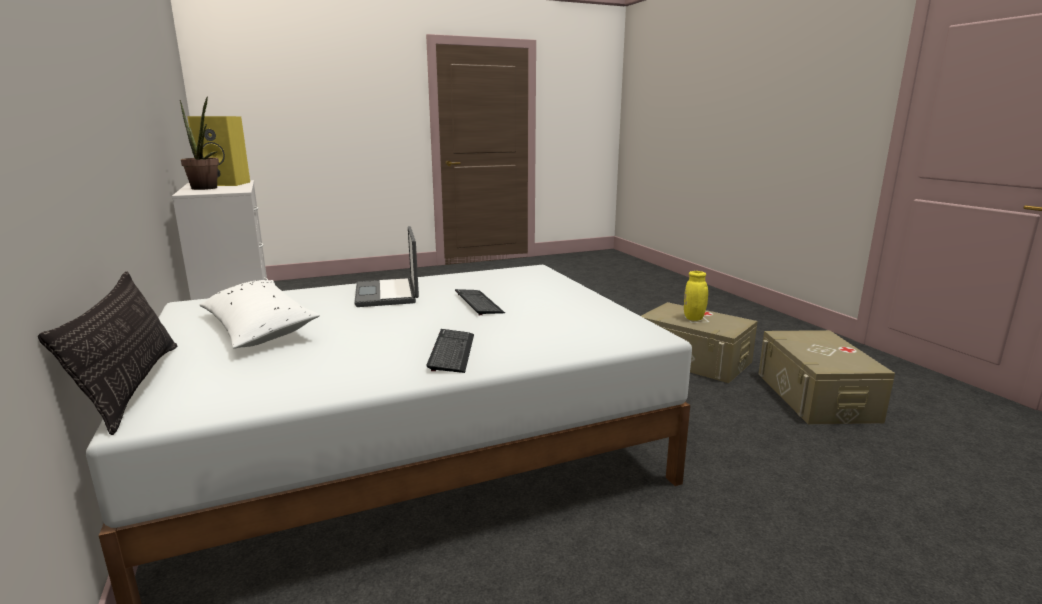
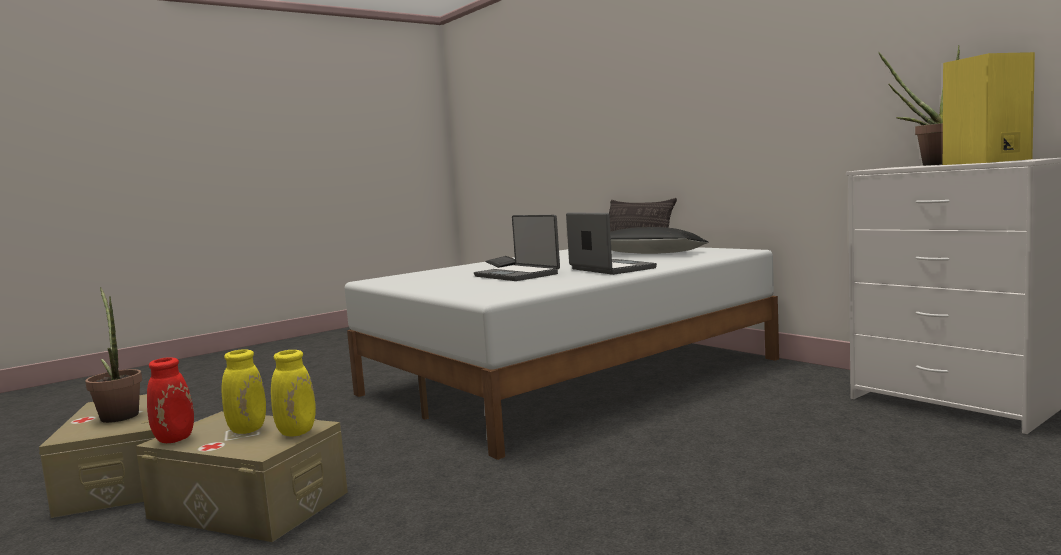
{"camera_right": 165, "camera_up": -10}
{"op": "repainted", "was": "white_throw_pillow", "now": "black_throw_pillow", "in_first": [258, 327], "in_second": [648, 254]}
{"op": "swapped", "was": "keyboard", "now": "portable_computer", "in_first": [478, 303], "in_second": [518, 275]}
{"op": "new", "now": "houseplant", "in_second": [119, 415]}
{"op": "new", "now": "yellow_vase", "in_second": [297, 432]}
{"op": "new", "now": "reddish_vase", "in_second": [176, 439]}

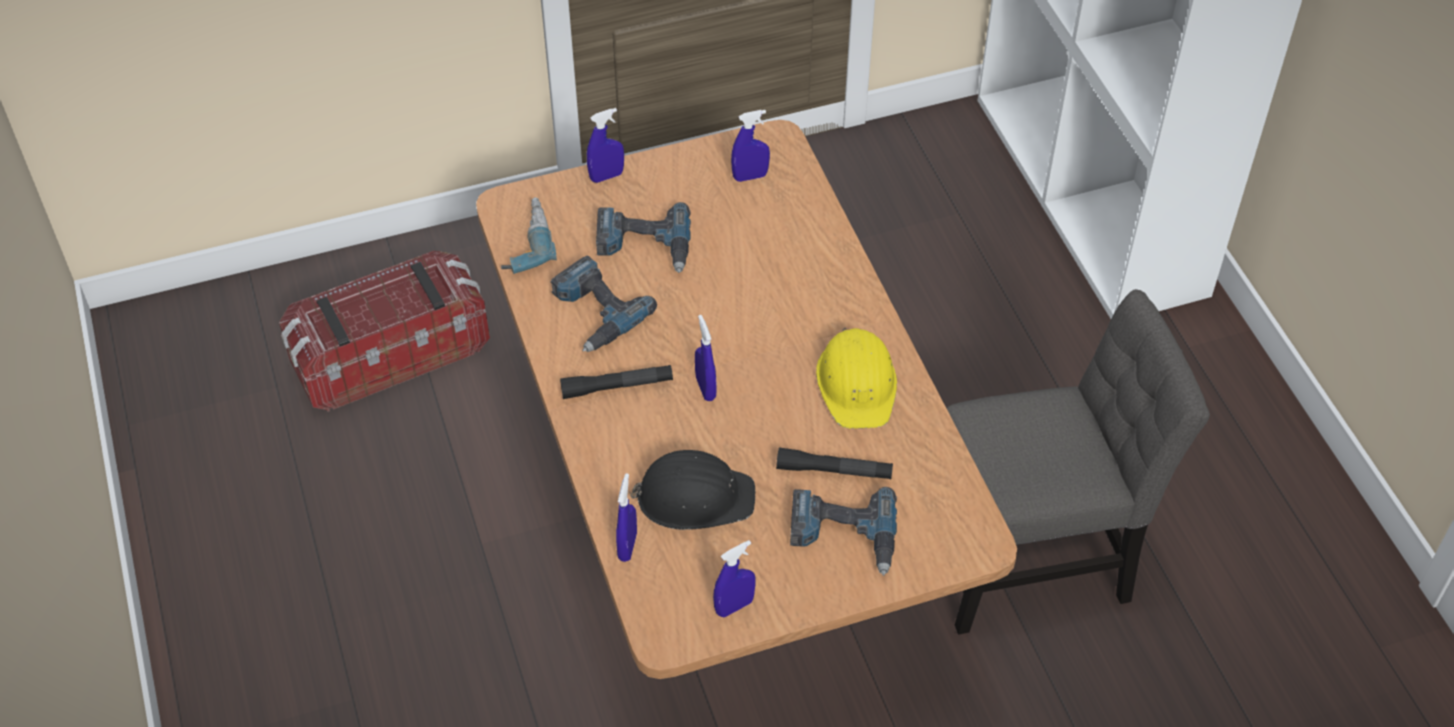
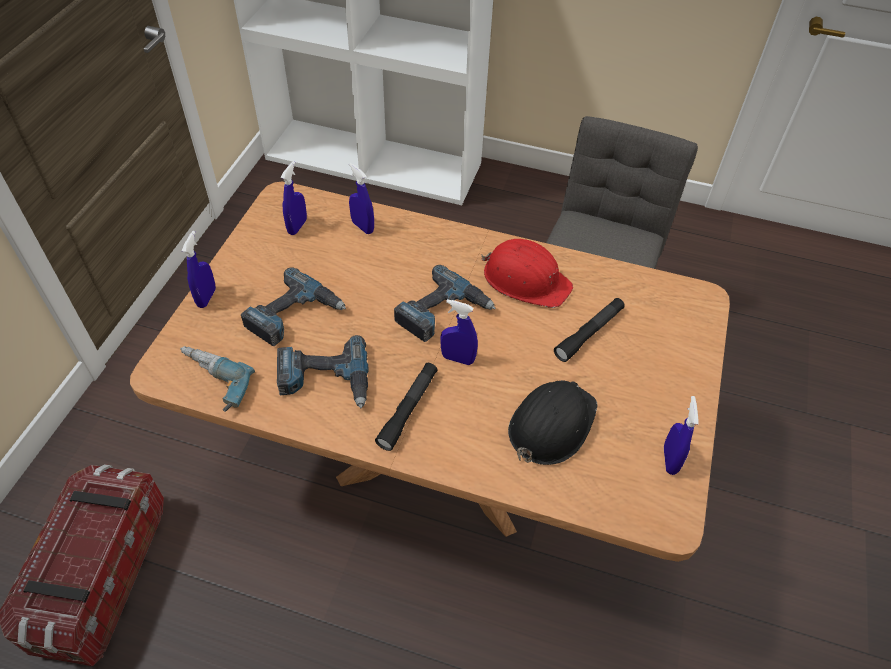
{"camera_right": -55, "camera_up": 0}
{"op": "repainted", "was": "yellow_work_helmet", "now": "reddish_work_helmet", "in_first": [857, 384], "in_second": [525, 279]}
{"op": "shifted", "was": "blue_hand_sprayer", "in_first": [627, 546], "in_second": [362, 227]}
{"op": "shifted", "was": "drill", "in_first": [843, 536], "in_second": [443, 312]}

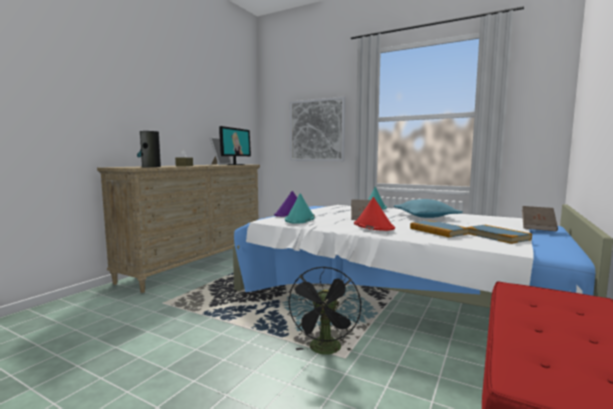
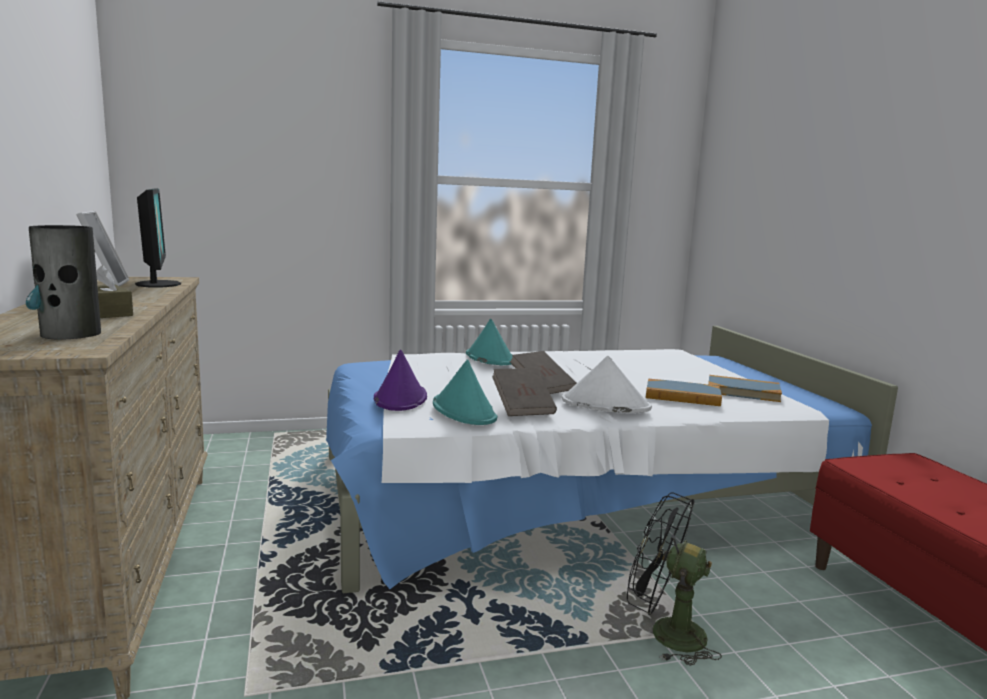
{"camera_right": -45, "camera_up": 5}
{"op": "gone", "was": "wall_art", "in_first": [317, 130]}
{"op": "repainted", "was": "reddish_wearable_hat", "now": "white_wearable_hat", "in_first": [373, 226], "in_second": [605, 404]}
{"op": "gone", "was": "blue-green_throw_pillow", "in_first": [425, 216]}
{"op": "shifted", "was": "brown-coloured_bound_book", "in_first": [538, 227], "in_second": [523, 407]}
{"op": "rotated", "was": "black_cooling_fan", "in_first": [325, 351], "in_second": [665, 633], "clockwise": 150}

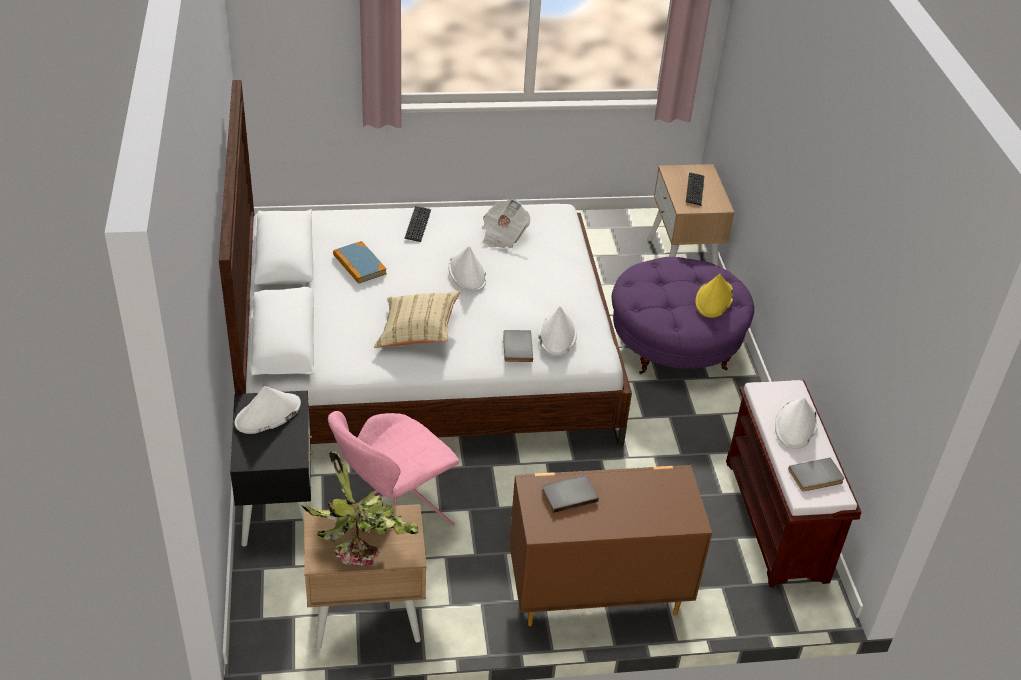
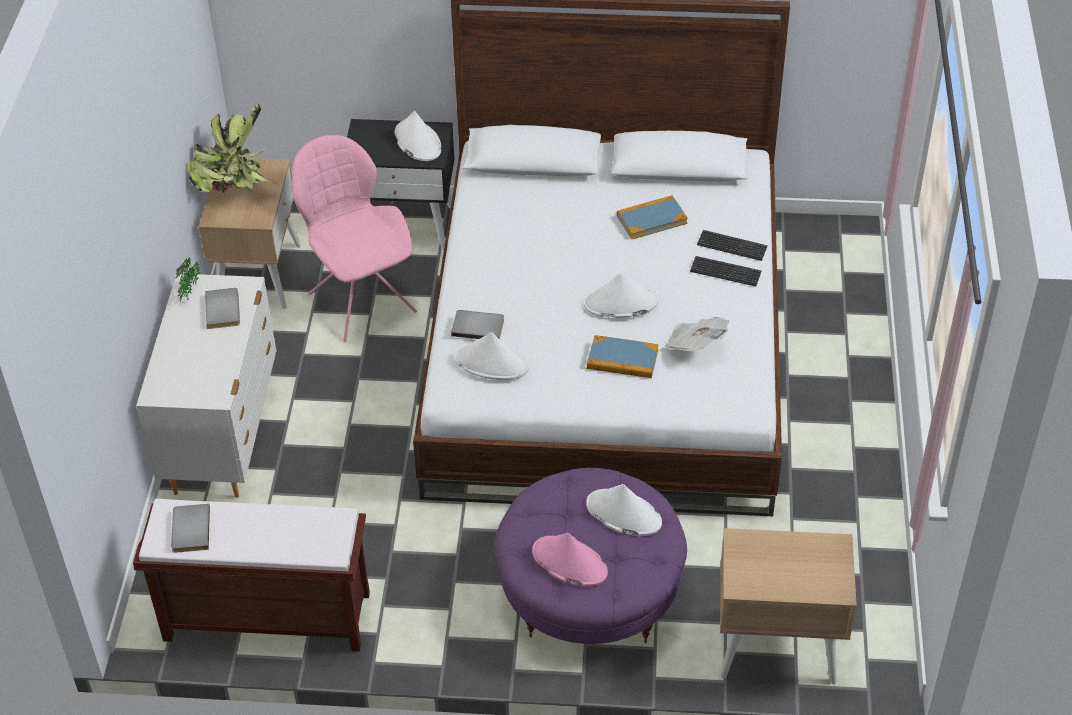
{"camera_right": 105, "camera_up": 5}
{"op": "shifted", "was": "keyboard", "in_first": [694, 190], "in_second": [732, 246]}
{"op": "repainted", "was": "yellow_wearable_hat", "now": "pink_wearable_hat", "in_first": [714, 299], "in_second": [569, 562]}
{"op": "gone", "was": "beige_throw_pillow", "in_first": [417, 331]}
{"op": "shifted", "was": "white_wearable_hat", "in_first": [795, 425], "in_second": [623, 513]}
{"op": "repainted", "was": "brown-coloured_drawer_chest", "now": "white_drawer_chest", "in_first": [595, 593], "in_second": [223, 436]}
{"op": "new", "now": "houseplant", "in_second": [188, 293]}
{"op": "new", "now": "bound_book", "in_second": [622, 359]}

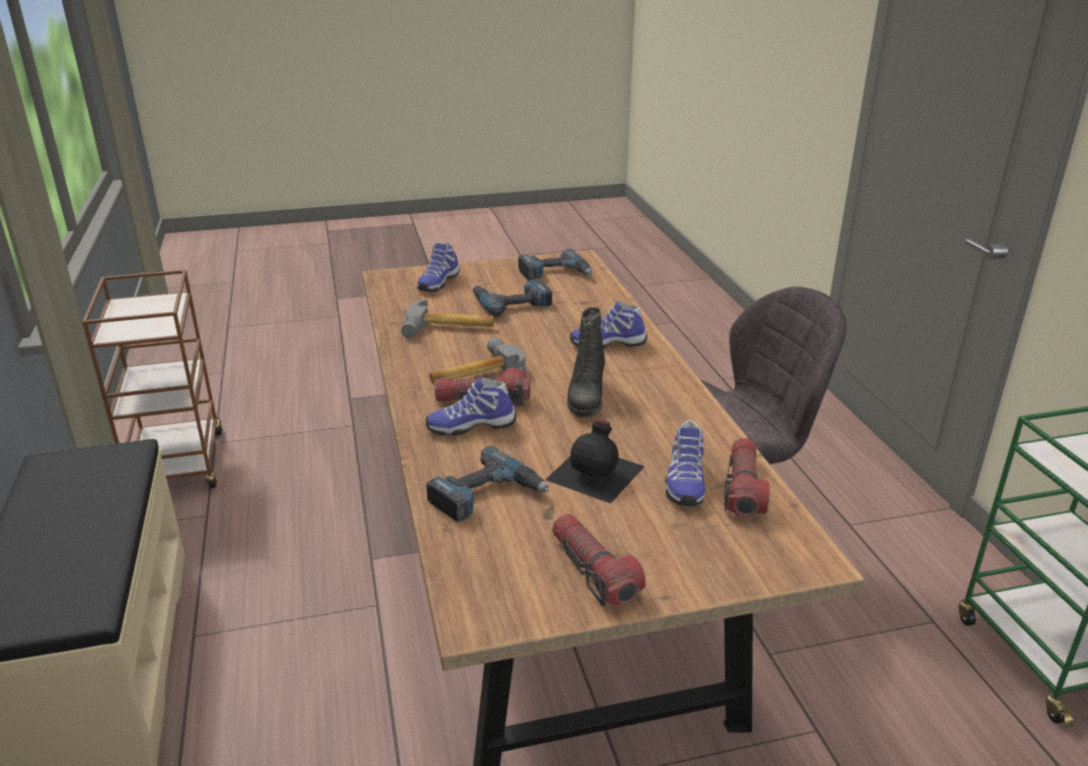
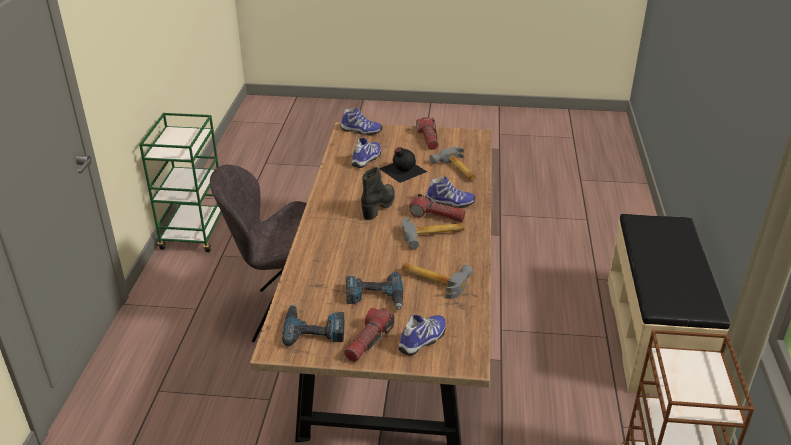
{"camera_right": -160, "camera_up": 5}
{"op": "shifted", "was": "item_of_footwear", "in_first": [608, 343], "in_second": [361, 131]}
{"op": "shifted", "was": "torch", "in_first": [743, 489], "in_second": [369, 341]}
{"op": "swapped", "was": "drill", "now": "hammer", "in_first": [487, 496], "in_second": [456, 170]}

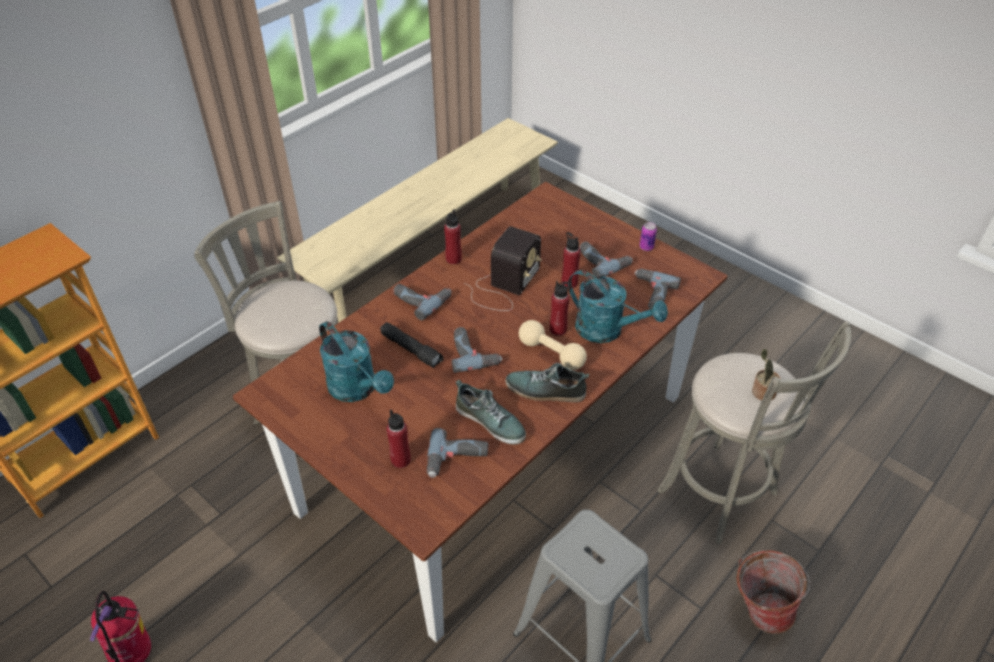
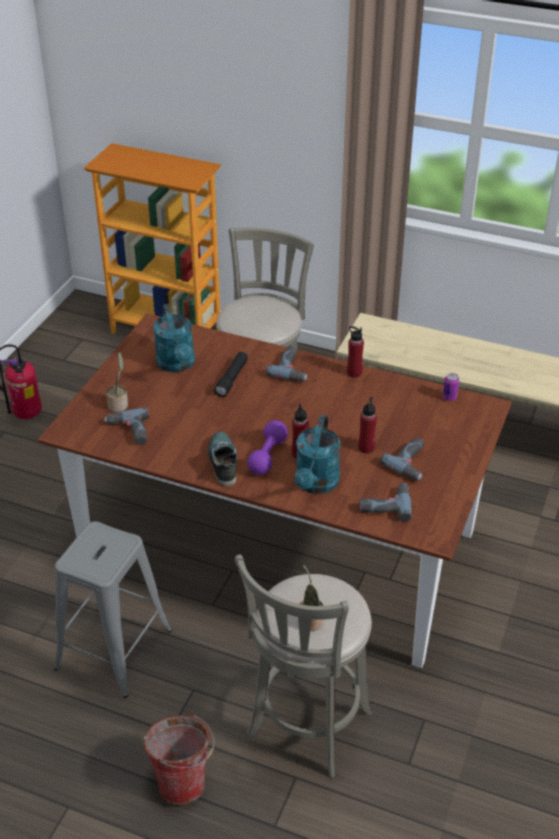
{"camera_right": 70, "camera_up": -5}
{"op": "shifted", "was": "can", "in_first": [646, 247], "in_second": [449, 397]}
{"op": "gone", "was": "radio", "in_first": [504, 286]}
{"op": "repainted", "was": "beige_free_weight", "now": "purple_free_weight", "in_first": [551, 353], "in_second": [267, 456]}
{"op": "rotated", "was": "blue-green_sprinkling_can", "in_first": [358, 389], "in_second": [177, 365], "clockwise": -45}
{"op": "gone", "was": "drill", "in_first": [474, 353]}
{"op": "gone", "was": "item_of_footwear", "in_first": [490, 421]}
{"op": "swapped", "was": "reddish_beverage_bottle", "now": "houseplant", "in_first": [401, 460], "in_second": [118, 404]}

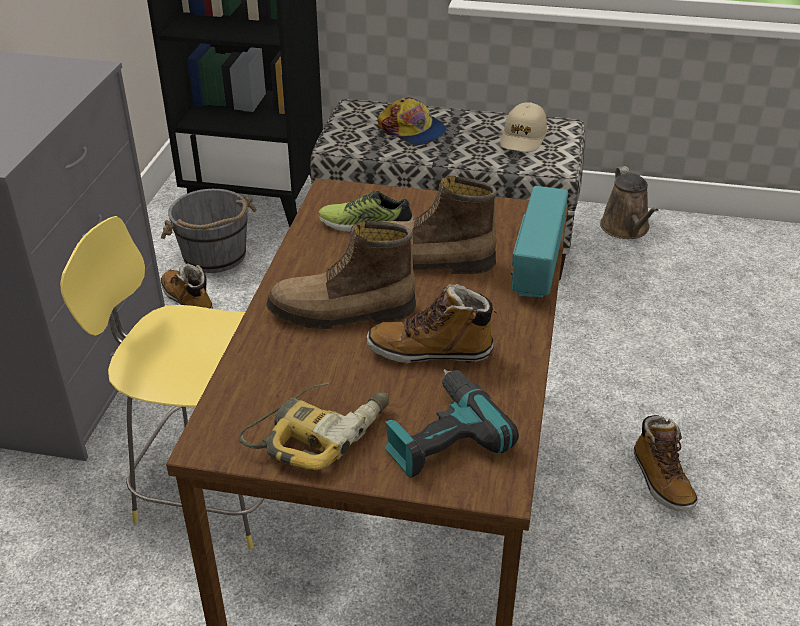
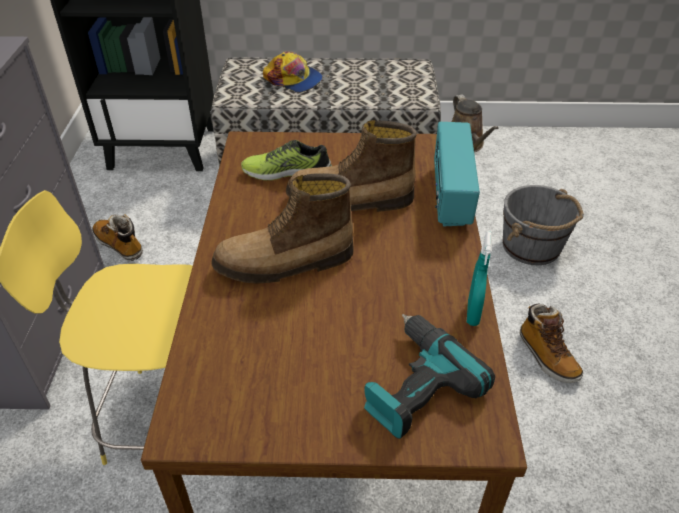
{"camera_right": -10, "camera_up": 5}
{"op": "gone", "was": "beige_cap", "in_first": [523, 137]}
{"op": "shifted", "was": "greyish_pail", "in_first": [215, 256], "in_second": [532, 247]}
{"op": "gone", "was": "boot", "in_first": [431, 351]}
{"op": "gone", "was": "drill", "in_first": [320, 431]}
{"op": "new", "now": "blue-green_hand_sprayer", "in_second": [473, 313]}

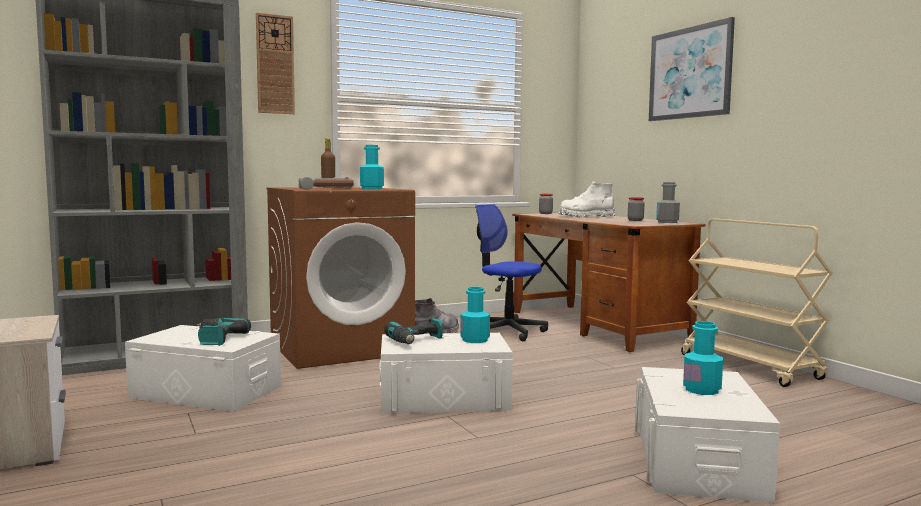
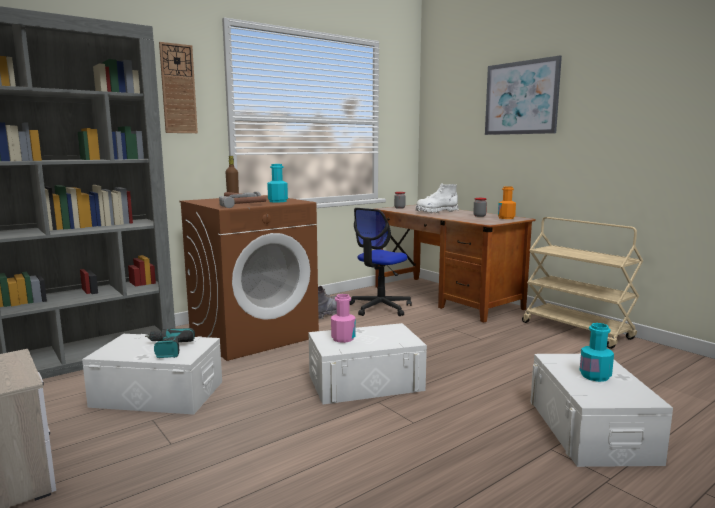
{"camera_right": -10, "camera_up": 5}
{"op": "repainted", "was": "greyish_beverage_bottle", "now": "orangey_beverage_bottle", "in_first": [667, 222], "in_second": [506, 218]}
{"op": "rotated", "was": "office_chair", "in_first": [506, 332], "in_second": [380, 308], "clockwise": -75}
{"op": "gone", "was": "blue-green_beverage_bottle", "in_first": [475, 340]}
{"op": "swapped", "was": "drill", "now": "pink_beverage_bottle", "in_first": [417, 341], "in_second": [343, 338]}

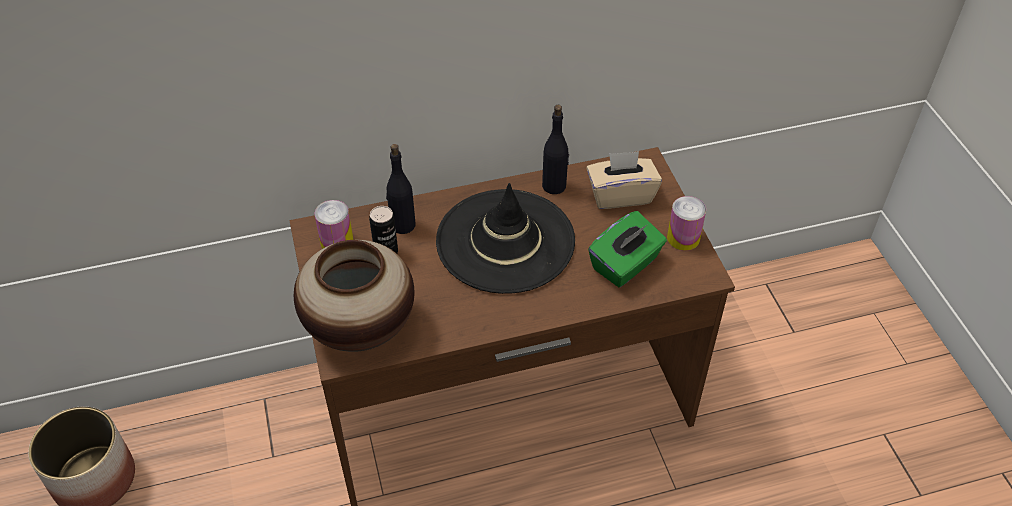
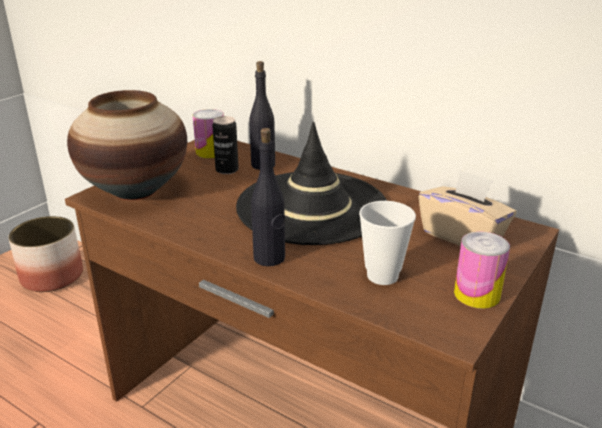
{"camera_right": 50, "camera_up": -20}
{"op": "shifted", "was": "black_beverage_bottle", "in_first": [554, 186], "in_second": [269, 258]}
{"op": "swapped", "was": "green_box_of_tissues", "now": "drinking_cup", "in_first": [625, 265], "in_second": [382, 276]}

